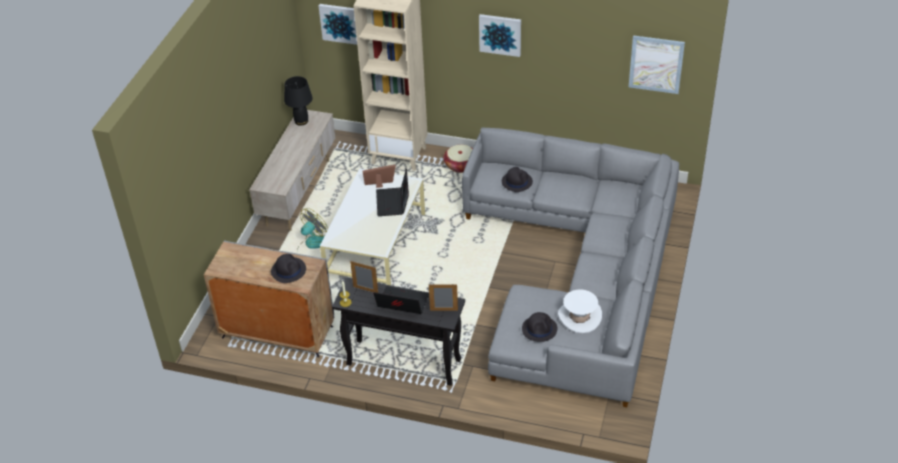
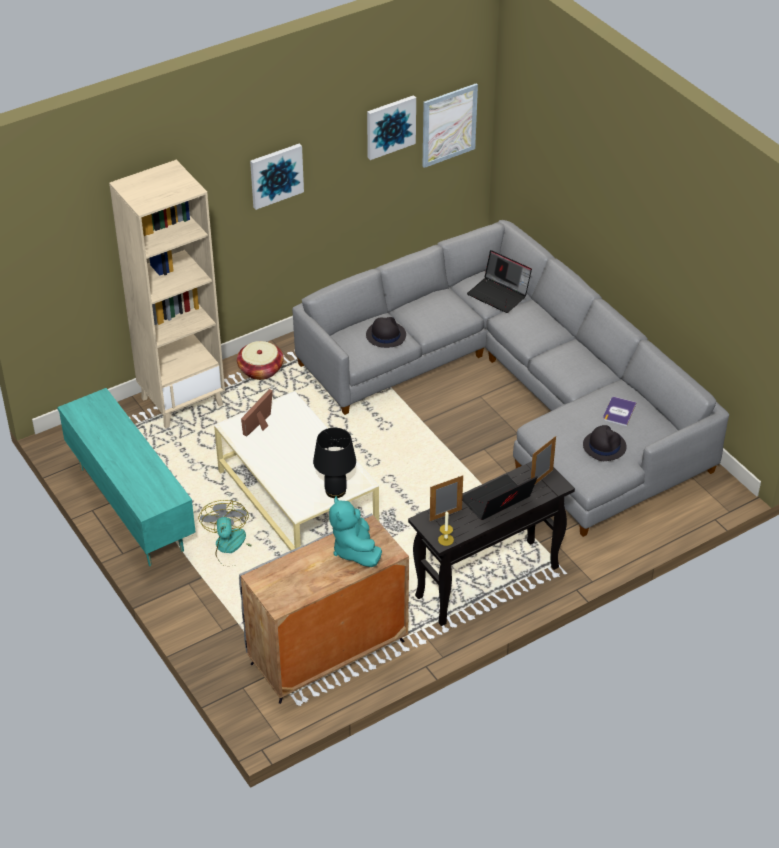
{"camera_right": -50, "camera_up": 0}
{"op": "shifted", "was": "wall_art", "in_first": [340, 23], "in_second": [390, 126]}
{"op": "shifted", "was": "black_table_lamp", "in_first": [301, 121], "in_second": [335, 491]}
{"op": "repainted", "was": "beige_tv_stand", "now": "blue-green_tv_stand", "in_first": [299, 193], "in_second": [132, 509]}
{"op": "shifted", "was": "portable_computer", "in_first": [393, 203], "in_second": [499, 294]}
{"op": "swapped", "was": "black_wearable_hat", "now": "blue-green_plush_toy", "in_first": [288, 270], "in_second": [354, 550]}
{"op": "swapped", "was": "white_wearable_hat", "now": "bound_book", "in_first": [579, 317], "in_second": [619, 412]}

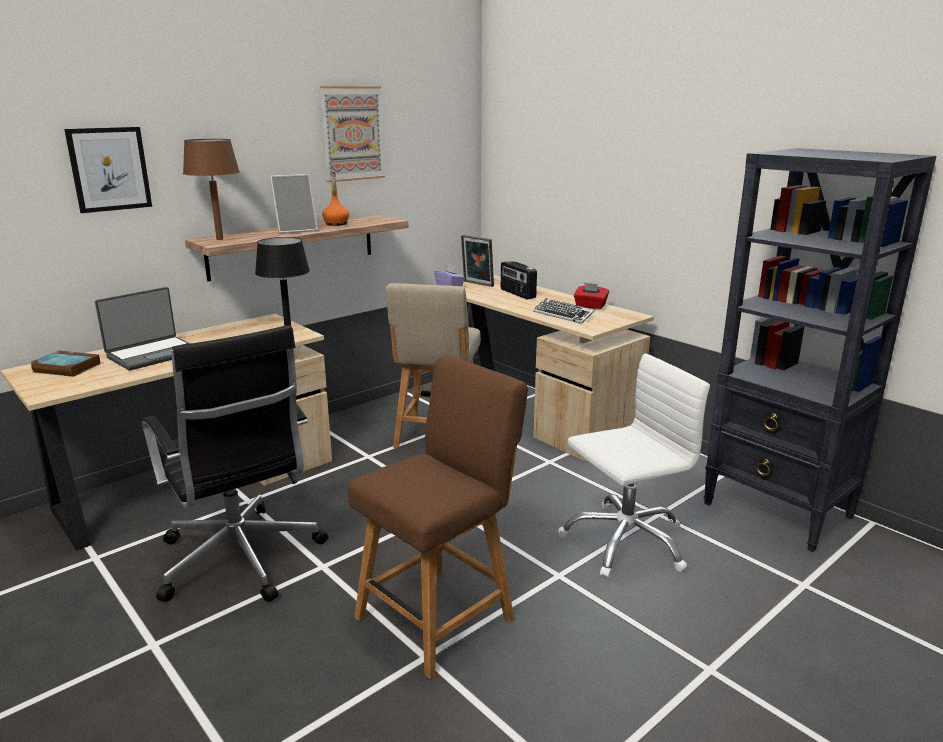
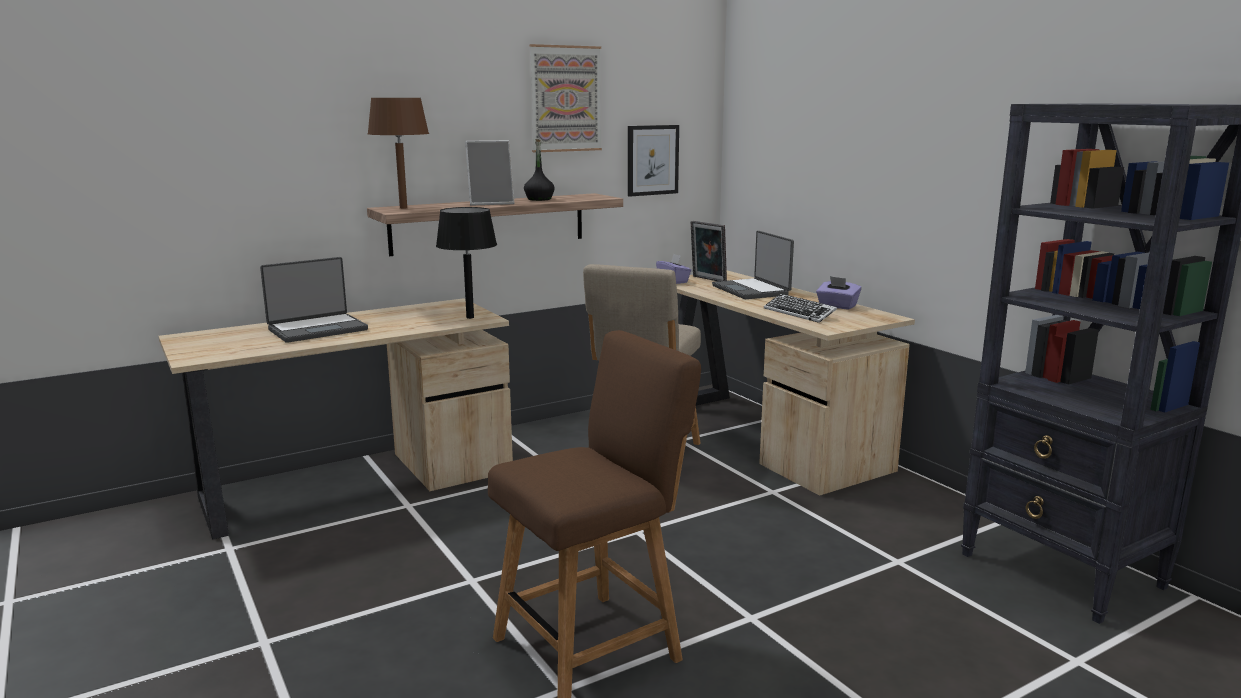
{"camera_right": 10, "camera_up": -5}
{"op": "shifted", "was": "wall_art", "in_first": [109, 169], "in_second": [652, 160]}
{"op": "repainted", "was": "orangey_beverage_bottle", "now": "black_beverage_bottle", "in_first": [336, 224], "in_second": [539, 199]}
{"op": "swapped", "was": "radio", "now": "portable_computer", "in_first": [517, 294], "in_second": [752, 290]}
{"op": "repainted", "was": "reddish_box_of_tissues", "now": "purple_box_of_tissues", "in_first": [590, 306], "in_second": [837, 306]}
{"op": "gone", "was": "black_office_chair", "in_first": [241, 560]}
{"op": "gone", "was": "bound_book", "in_first": [65, 368]}
{"op": "gone", "was": "white_office_chair", "in_first": [625, 541]}

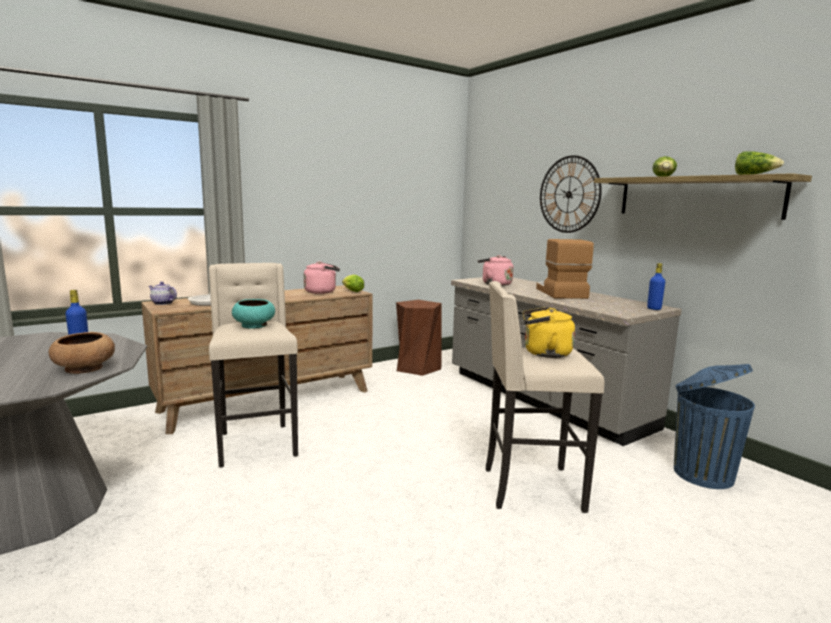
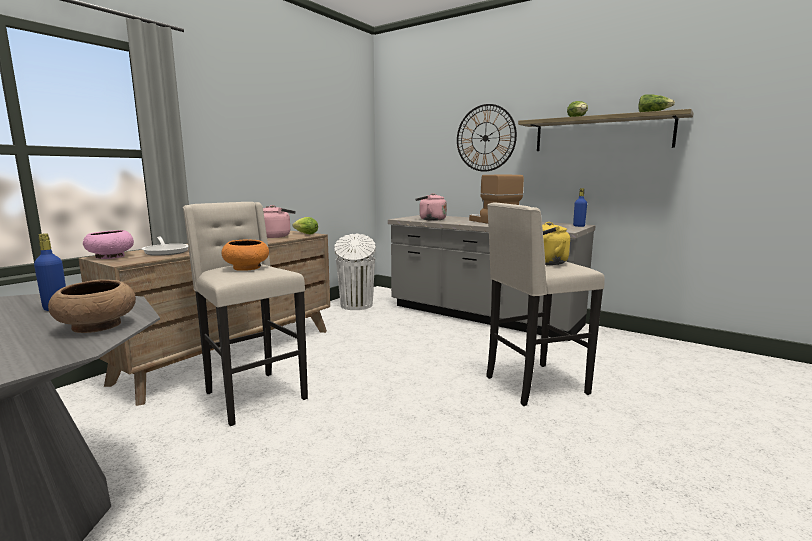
{"camera_right": -20, "camera_up": 0}
{"op": "swapped", "was": "pot_for_tea", "now": "pink_bowl", "in_first": [162, 303], "in_second": [110, 257]}
{"op": "repainted", "was": "blue-green_bowl", "now": "orangey_bowl", "in_first": [254, 325], "in_second": [247, 268]}
{"op": "swapped", "was": "brown-coloured_stool_seat", "now": "white_rubbish_bin", "in_first": [417, 367], "in_second": [356, 306]}
{"op": "gone", "was": "blue_rubbish_bin", "in_first": [701, 473]}

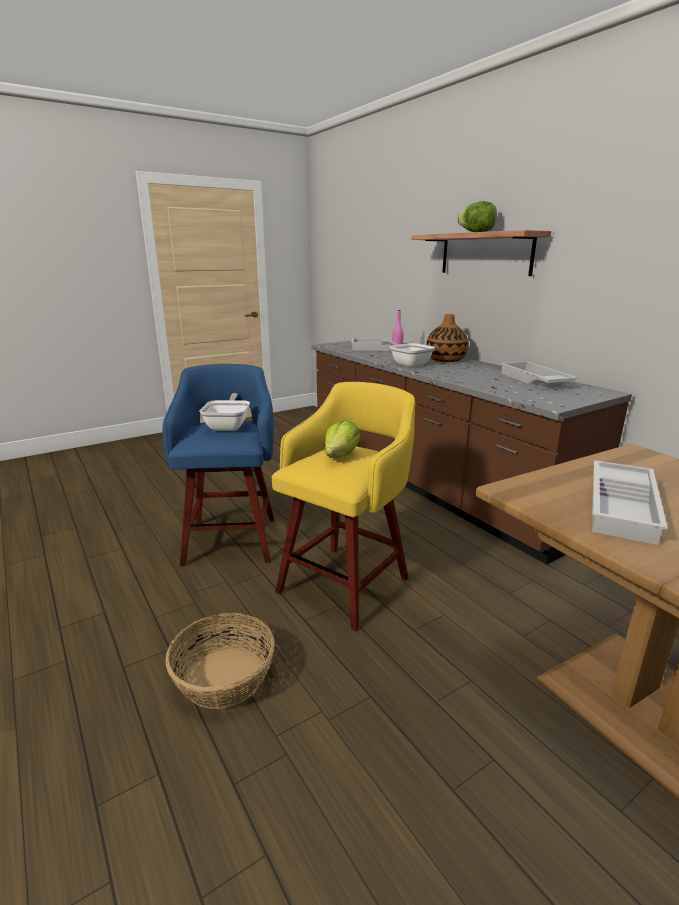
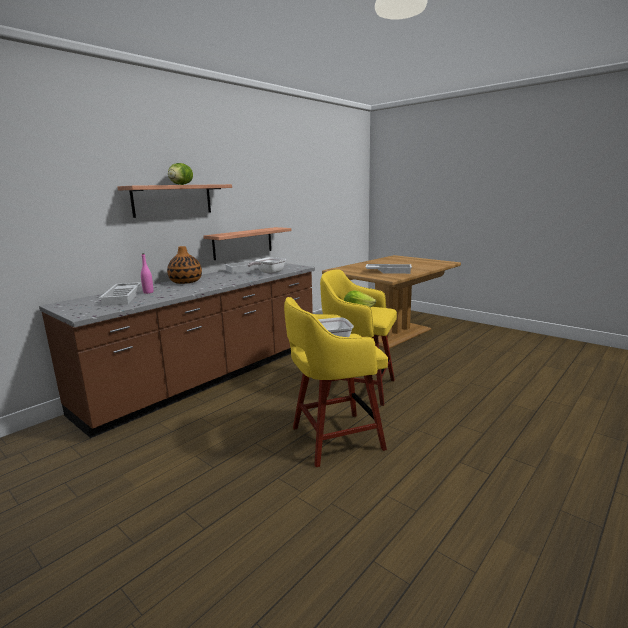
{"camera_right": -105, "camera_up": -5}
{"op": "shifted", "was": "pan", "in_first": [408, 364], "in_second": [268, 272]}
{"op": "repainted", "was": "blue_stool_seat", "now": "yellow_stool_seat", "in_first": [231, 538], "in_second": [334, 439]}
{"op": "gone", "was": "basket", "in_first": [224, 677]}
{"op": "new", "now": "bracket_shelf", "in_second": [243, 243]}

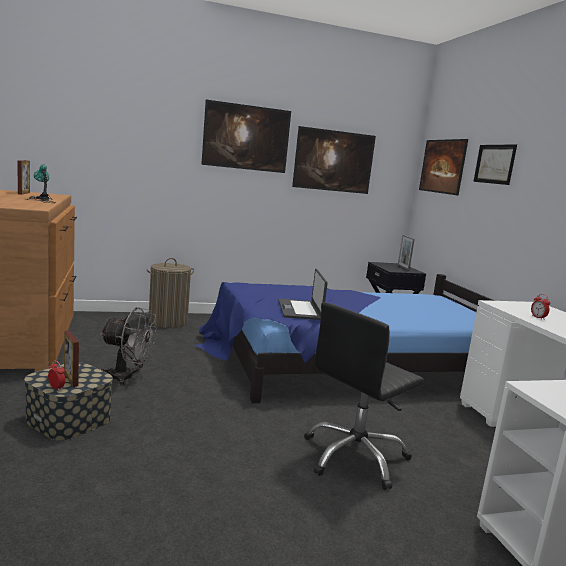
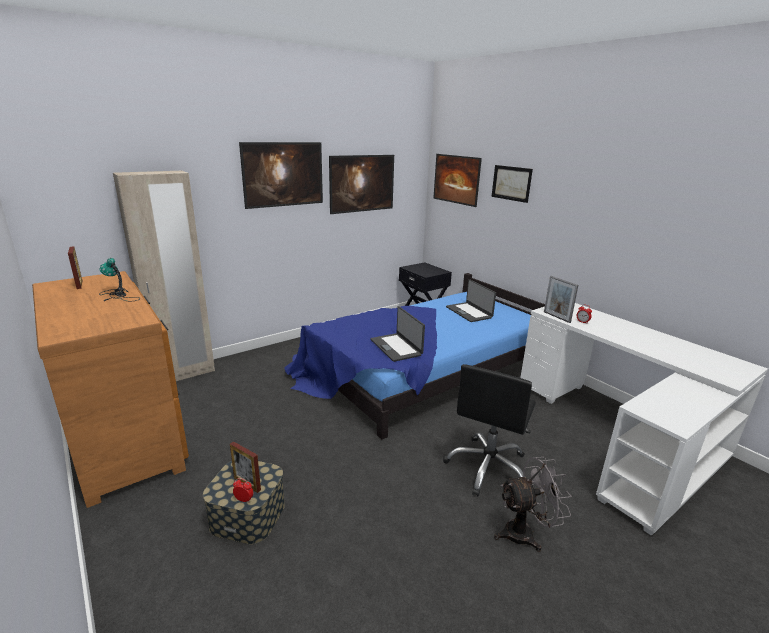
{"camera_right": -20, "camera_up": 10}
{"op": "shifted", "was": "standing_frame", "in_first": [403, 267], "in_second": [556, 317]}
{"op": "gone", "was": "washing_basket", "in_first": [168, 322]}
{"op": "shifted", "was": "greyish_cooling_fan", "in_first": [127, 377], "in_second": [525, 533]}
{"op": "new", "now": "beige_armoire", "in_second": [184, 374]}
{"op": "new", "now": "portable_computer", "in_second": [469, 312]}

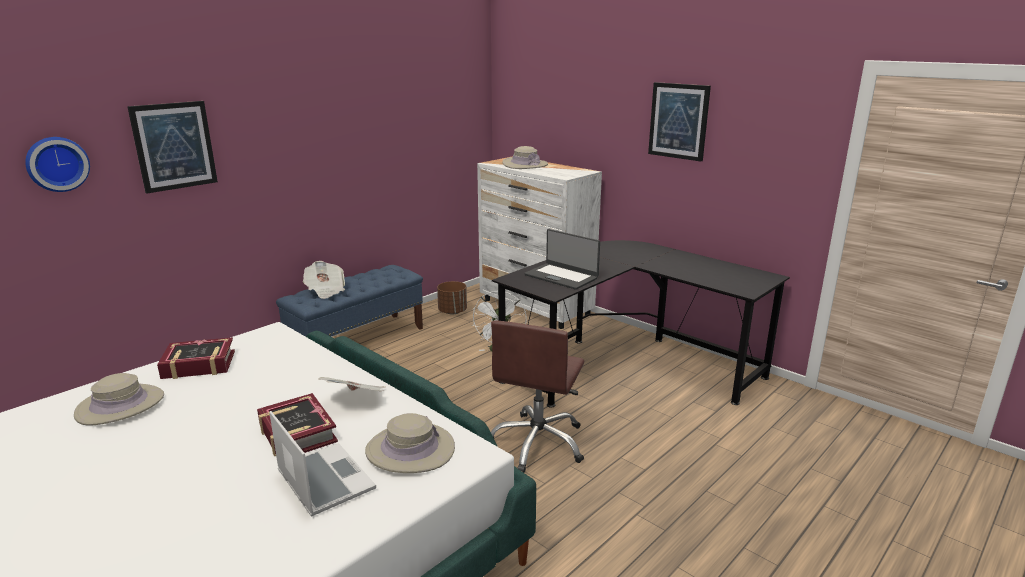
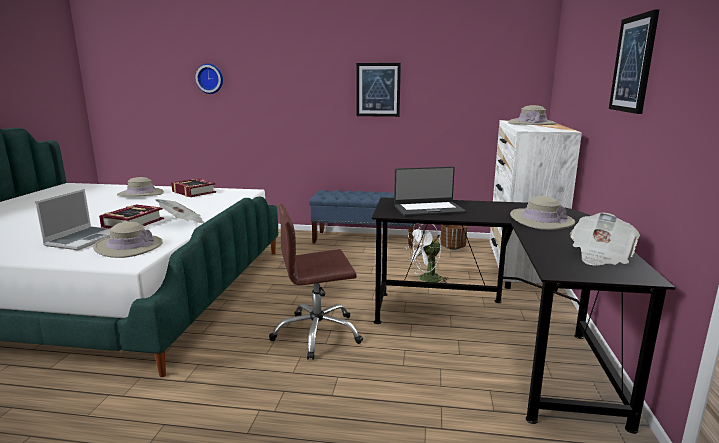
{"camera_right": 55, "camera_up": -5}
{"op": "shifted", "was": "wall_art", "in_first": [174, 146], "in_second": [378, 90]}
{"op": "rotated", "was": "portable_computer", "in_first": [561, 276], "in_second": [428, 209], "clockwise": -105}
{"op": "shifted", "was": "newspaper", "in_first": [325, 290], "in_second": [600, 256]}
{"op": "new", "now": "beige_wearable_hat", "in_second": [541, 220]}

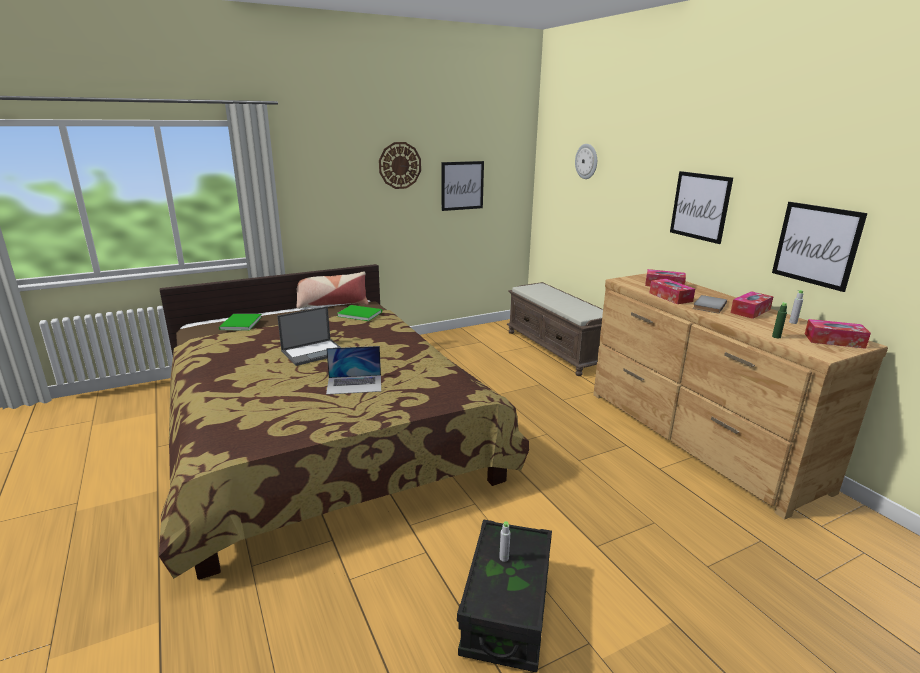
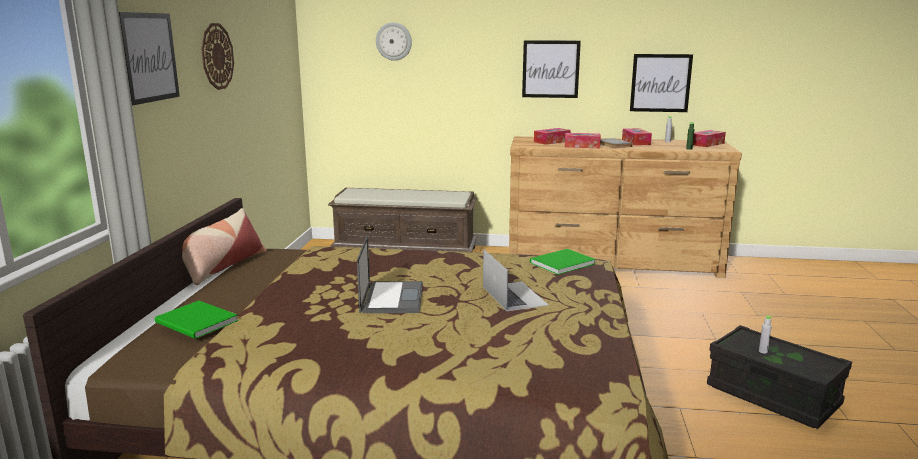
{"camera_right": -55, "camera_up": -5}
{"op": "shifted", "was": "wall_art", "in_first": [462, 185], "in_second": [149, 57]}
{"op": "shifted", "was": "green_bound_book", "in_first": [359, 314], "in_second": [560, 263]}
{"op": "rotated", "was": "portable_computer", "in_first": [354, 384], "in_second": [514, 295], "clockwise": -45}

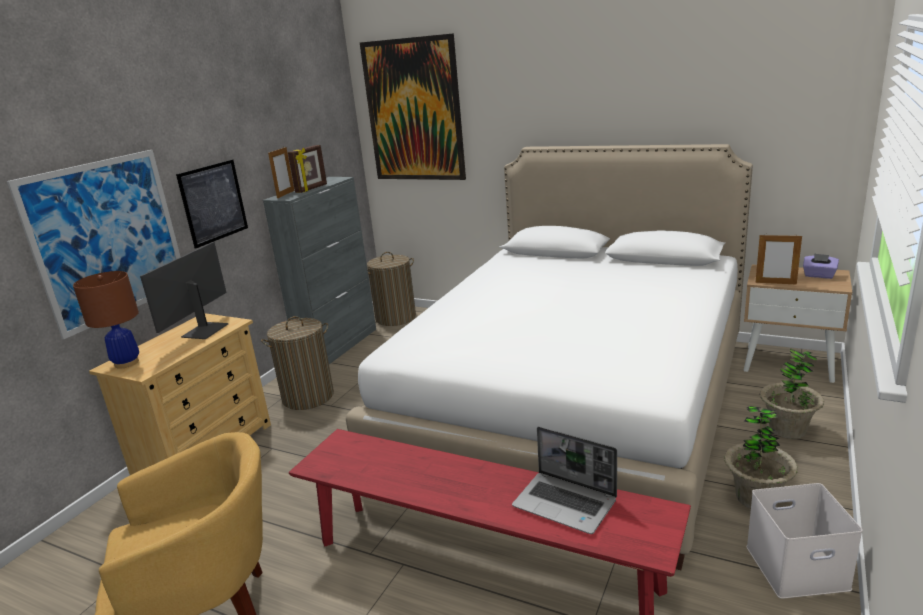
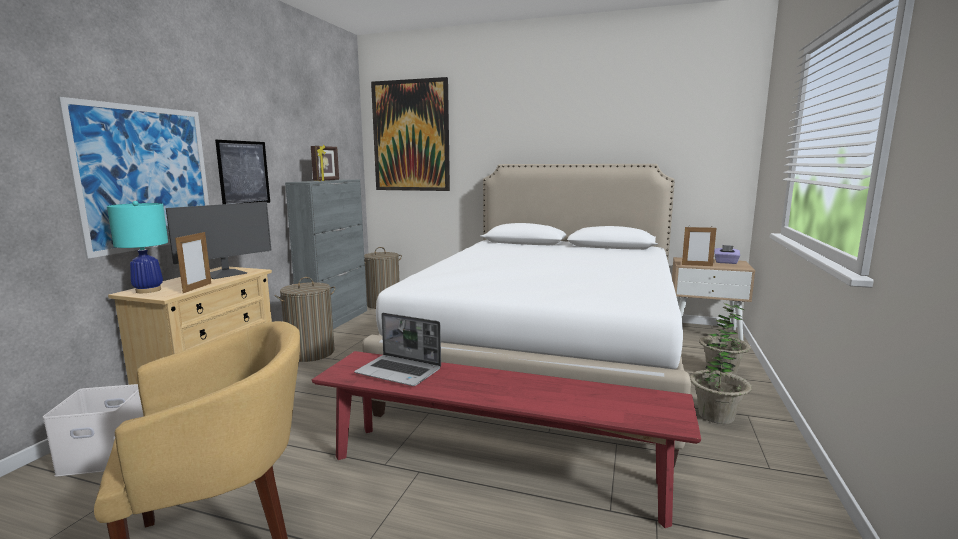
{"camera_right": -10, "camera_up": -10}
{"op": "shifted", "was": "standing_frame", "in_first": [285, 194], "in_second": [197, 288]}
{"op": "rotated", "was": "monitor", "in_first": [204, 330], "in_second": [225, 274], "clockwise": -150}
{"op": "repainted", "was": "brown-coloured_table_lamp", "now": "blue-green_table_lamp", "in_first": [126, 363], "in_second": [148, 290]}
{"op": "shifted", "was": "portable_computer", "in_first": [566, 503], "in_second": [399, 372]}
{"op": "shifted", "was": "white_storage_bin", "in_first": [797, 565], "in_second": [109, 454]}

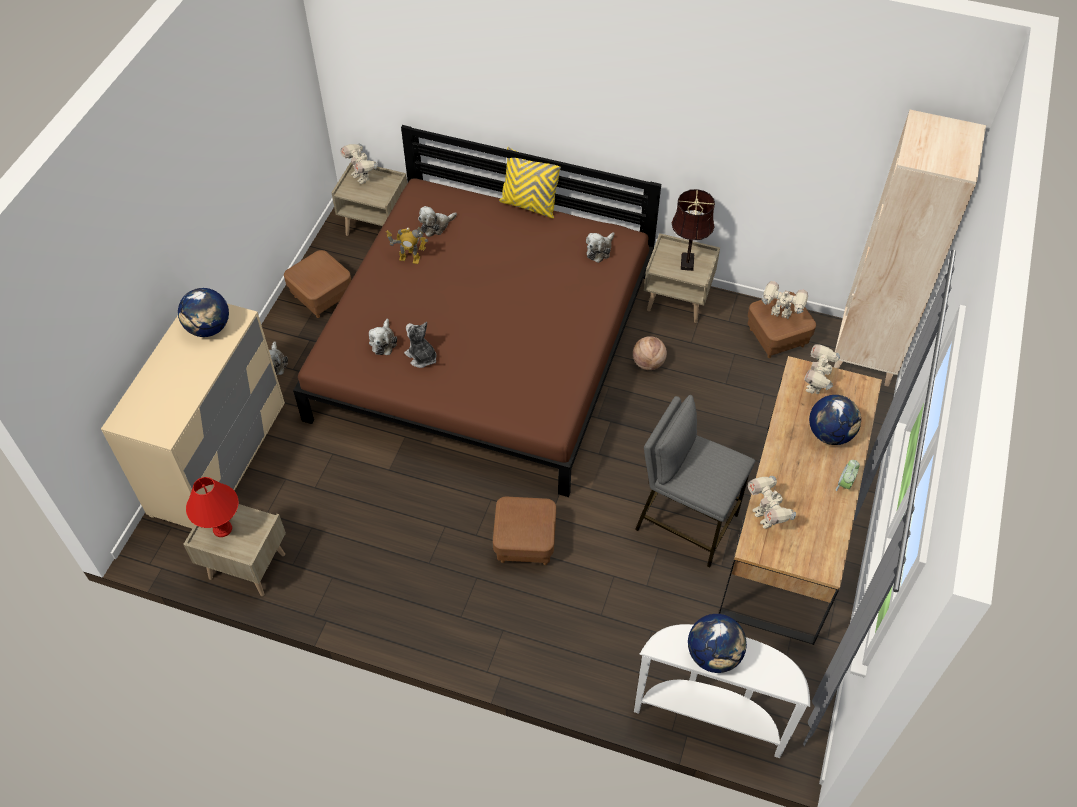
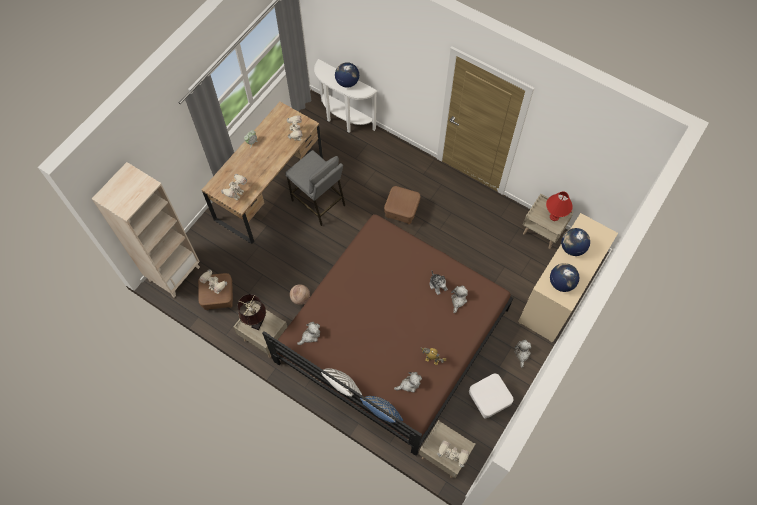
{"camera_right": -165, "camera_up": 10}
{"op": "rotated", "was": "toy_robot", "in_first": [361, 177], "in_second": [451, 457], "clockwise": -45}
{"op": "repainted", "was": "yellow_throw_pillow", "now": "white_throw_pillow", "in_first": [529, 205], "in_second": [342, 387]}
{"op": "repainted", "was": "brown-coloured_pouffe", "now": "white_pouffe", "in_first": [322, 297], "in_second": [488, 400]}
{"op": "shifted", "was": "globe", "in_first": [830, 434], "in_second": [572, 248]}
{"op": "new", "now": "blue_throw_pillow", "in_second": [382, 413]}

